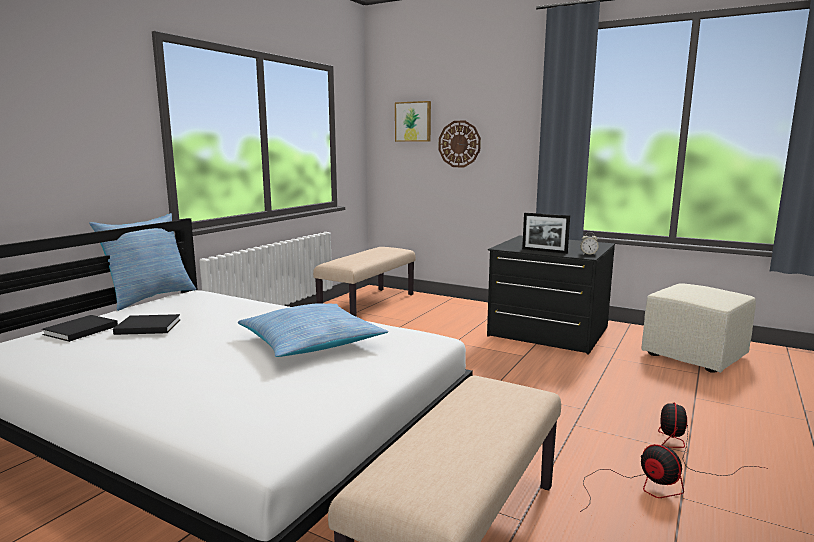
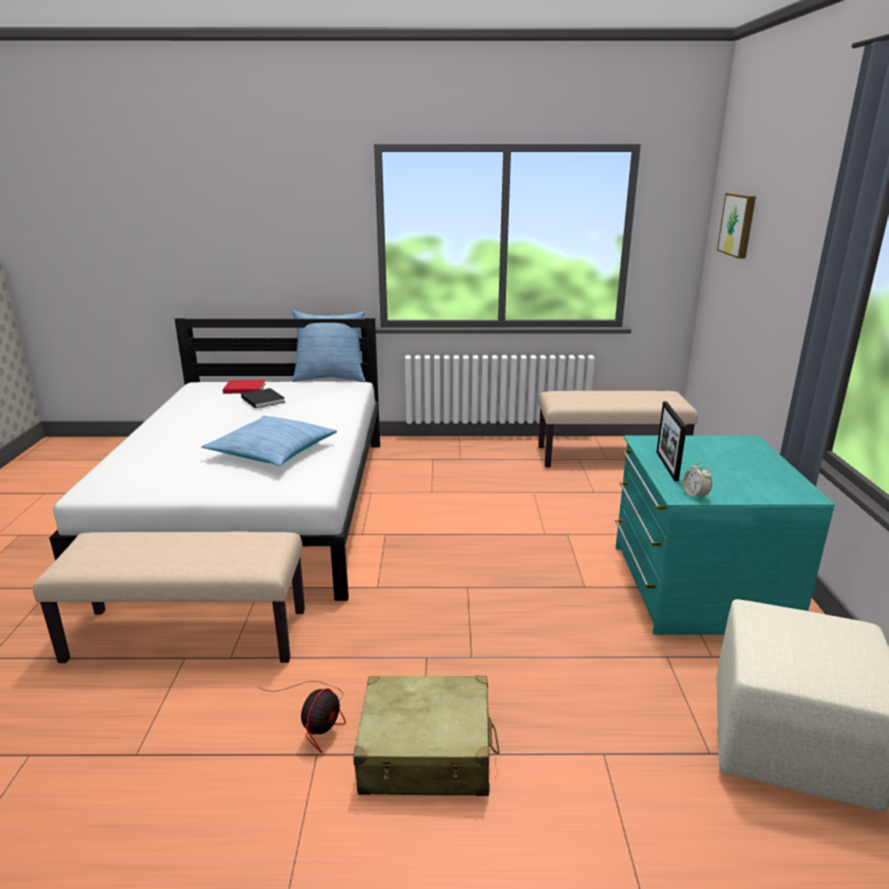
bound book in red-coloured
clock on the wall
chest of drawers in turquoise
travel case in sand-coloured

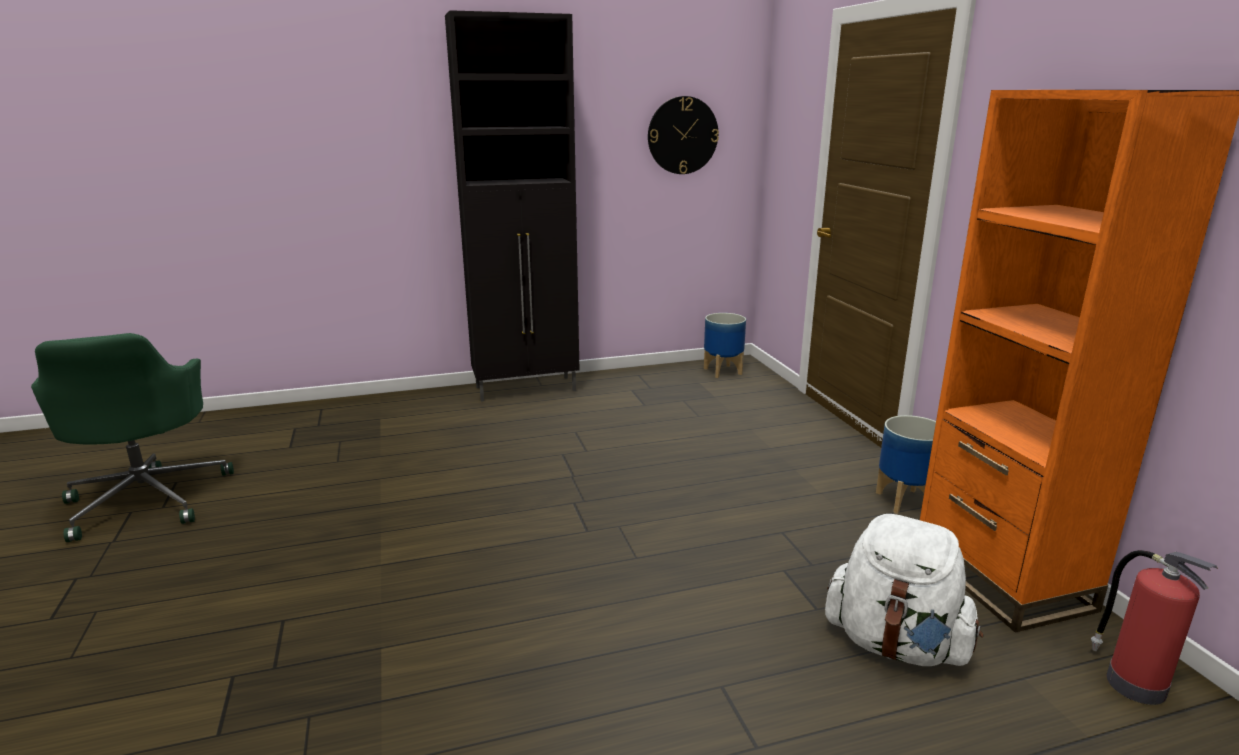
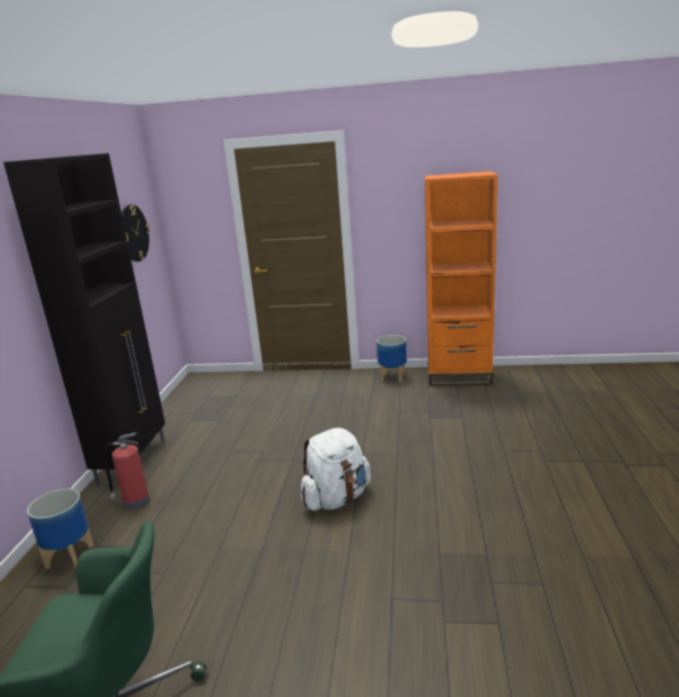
plant pot (1st from left)
backpack in whitish
fire-fighting cylinder

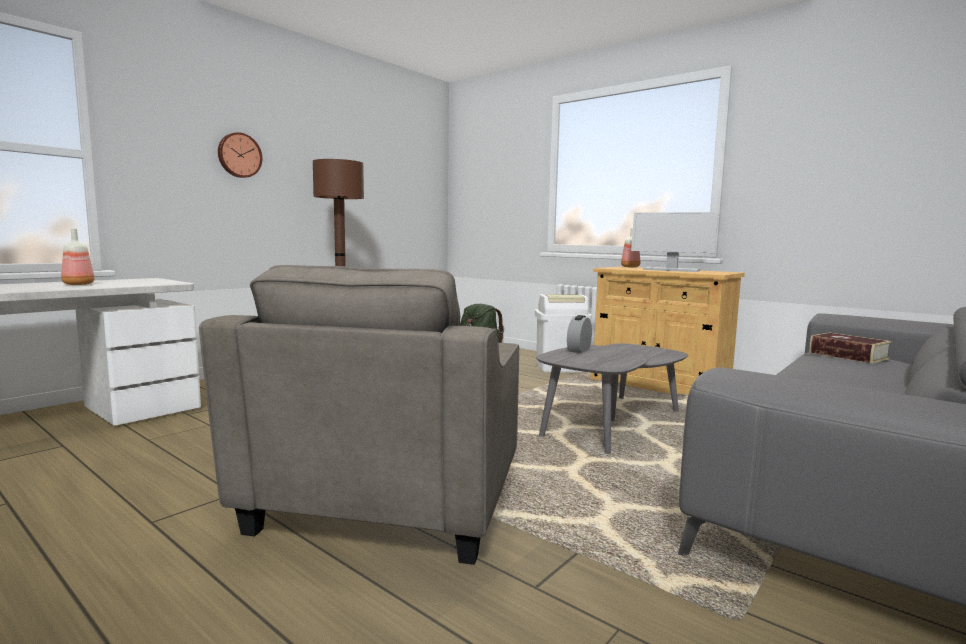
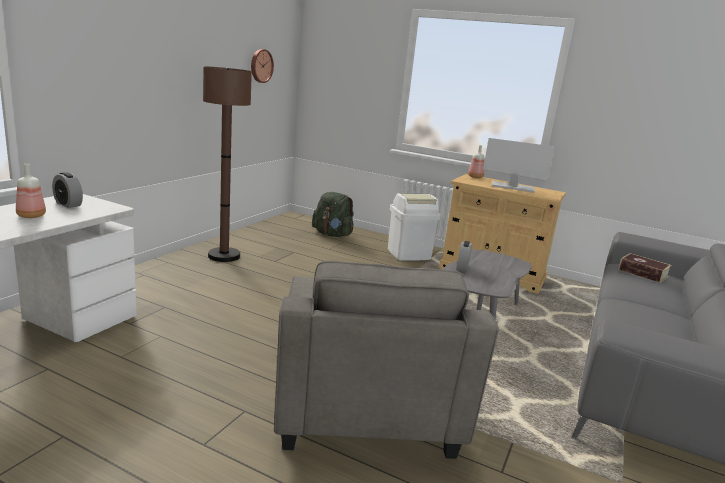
clock on the wall
alarm clock (1st from left)

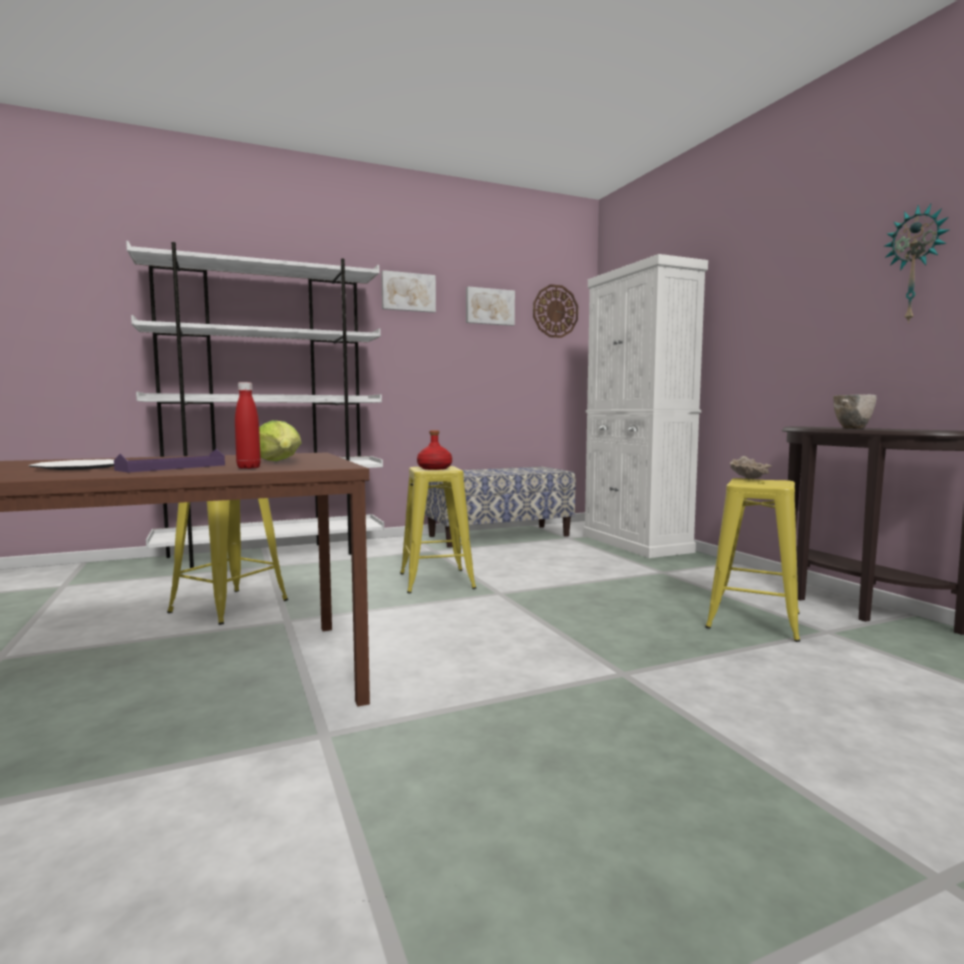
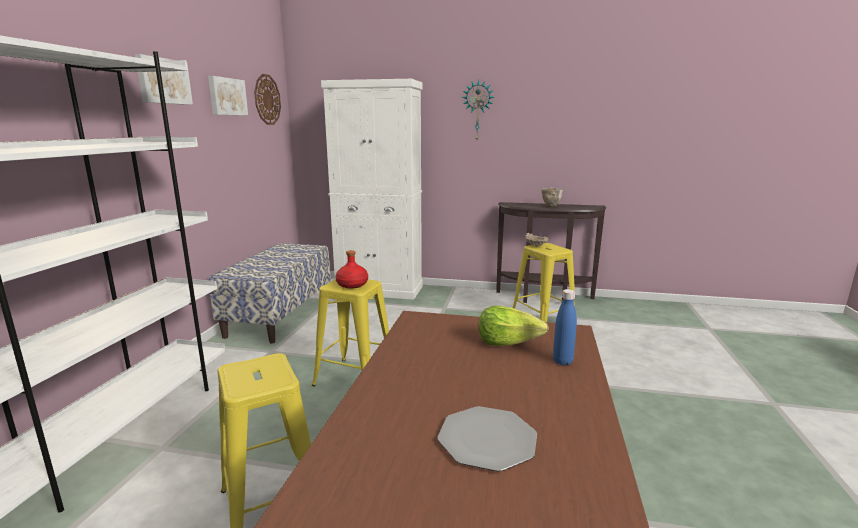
serving tray in purplish
drink bottle in blue-coloured
clock on the wall (2nd from left)

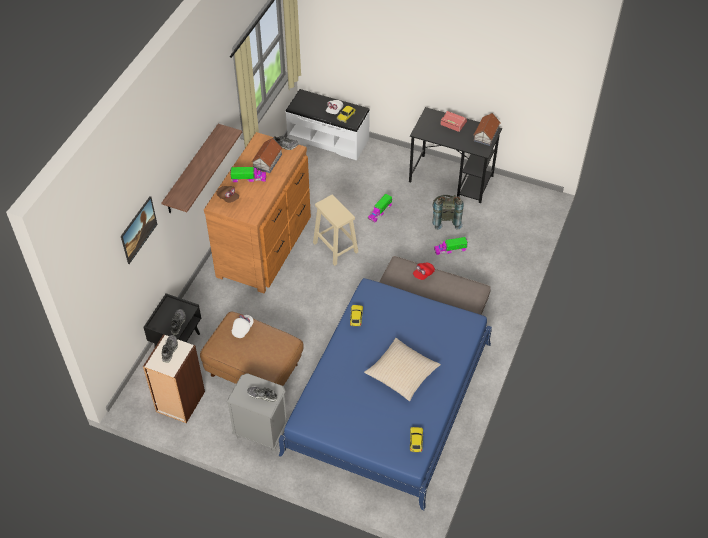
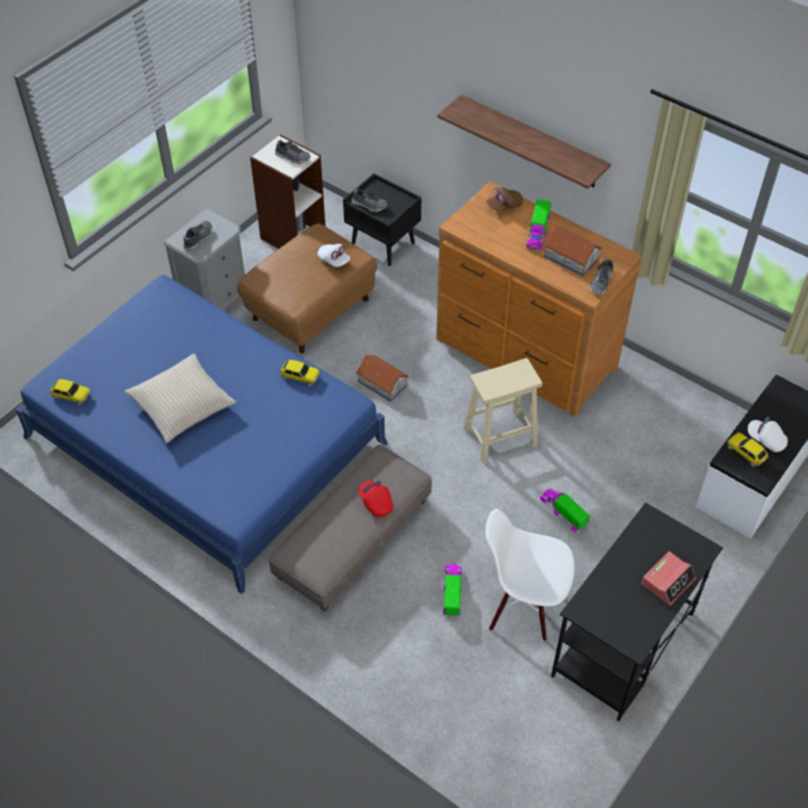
picture
plain chair in whitish
miniature house (1st from left)

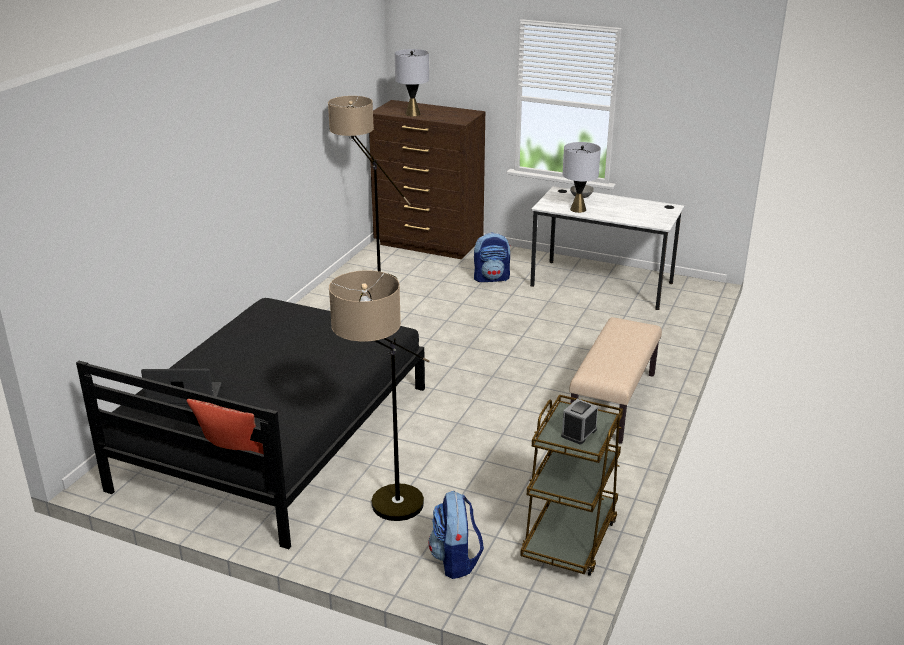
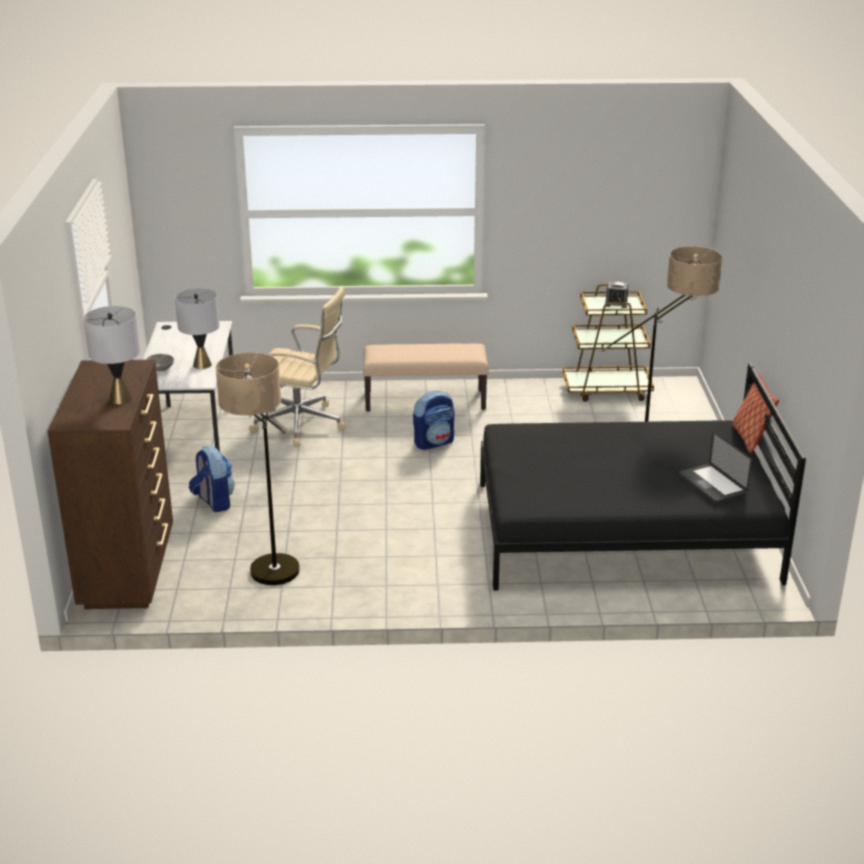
backpack (2nd from left)
desk chair in sand-coloured

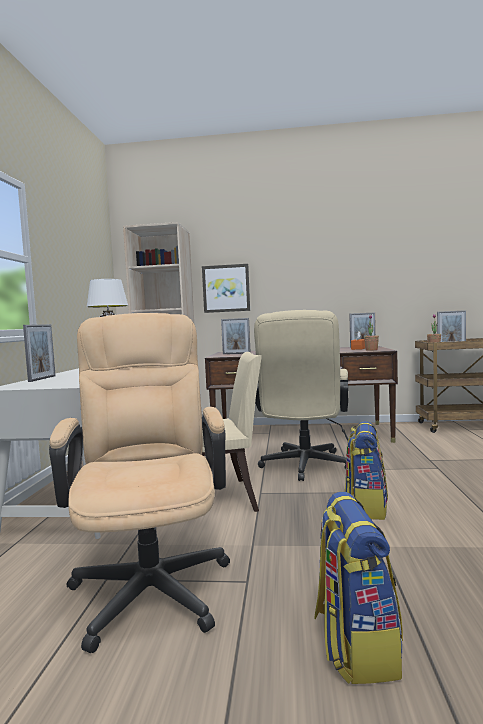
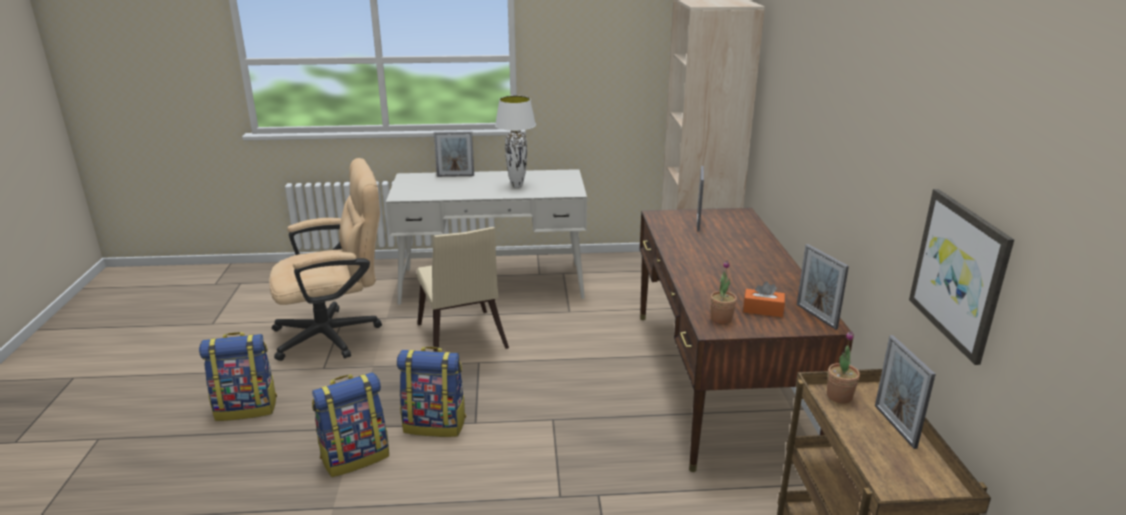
picture
desk chair in sand-coloured (2nd from left in the first image)
backpack (2nd from left)

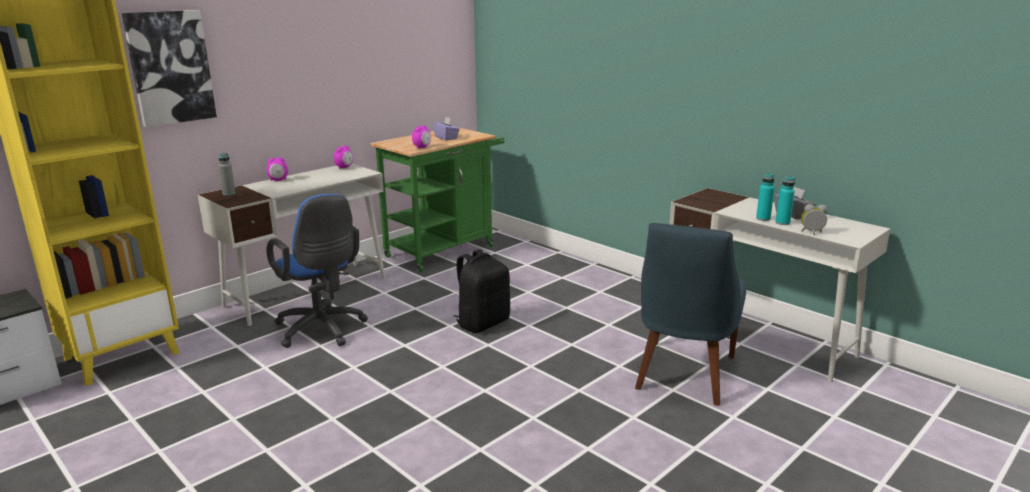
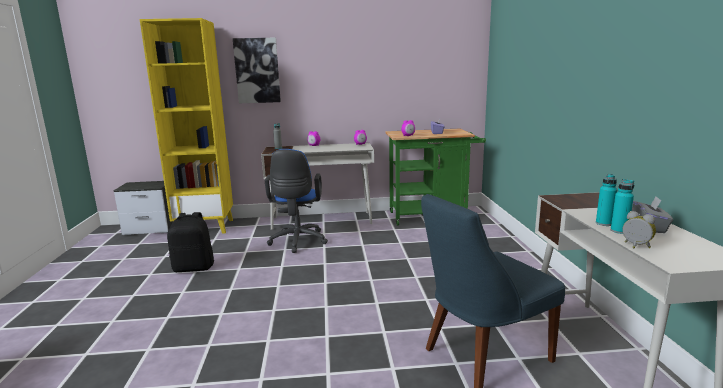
backpack in black-coloured

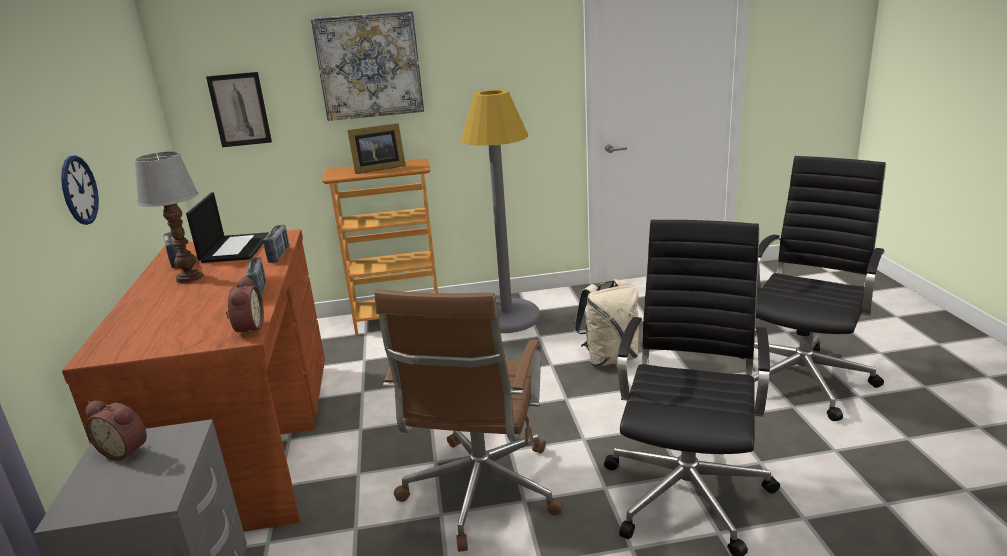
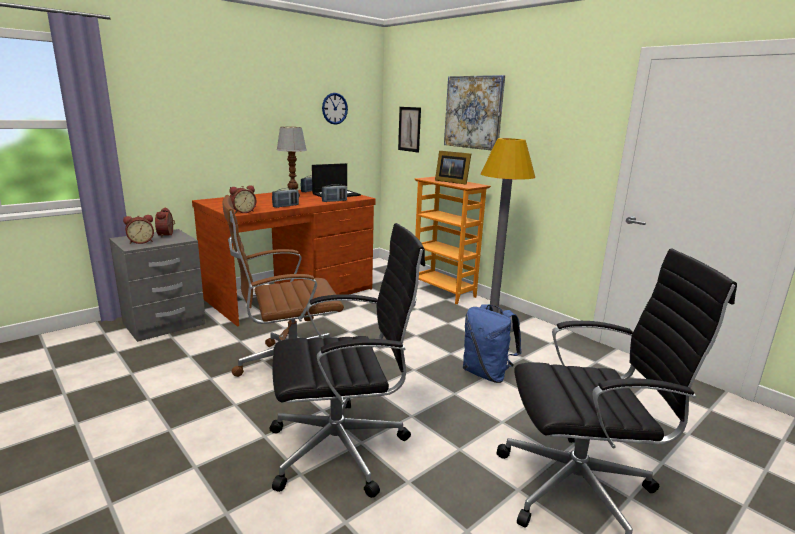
clock on the wall
backpack in blue-coloured
alarm clock (1st from left)

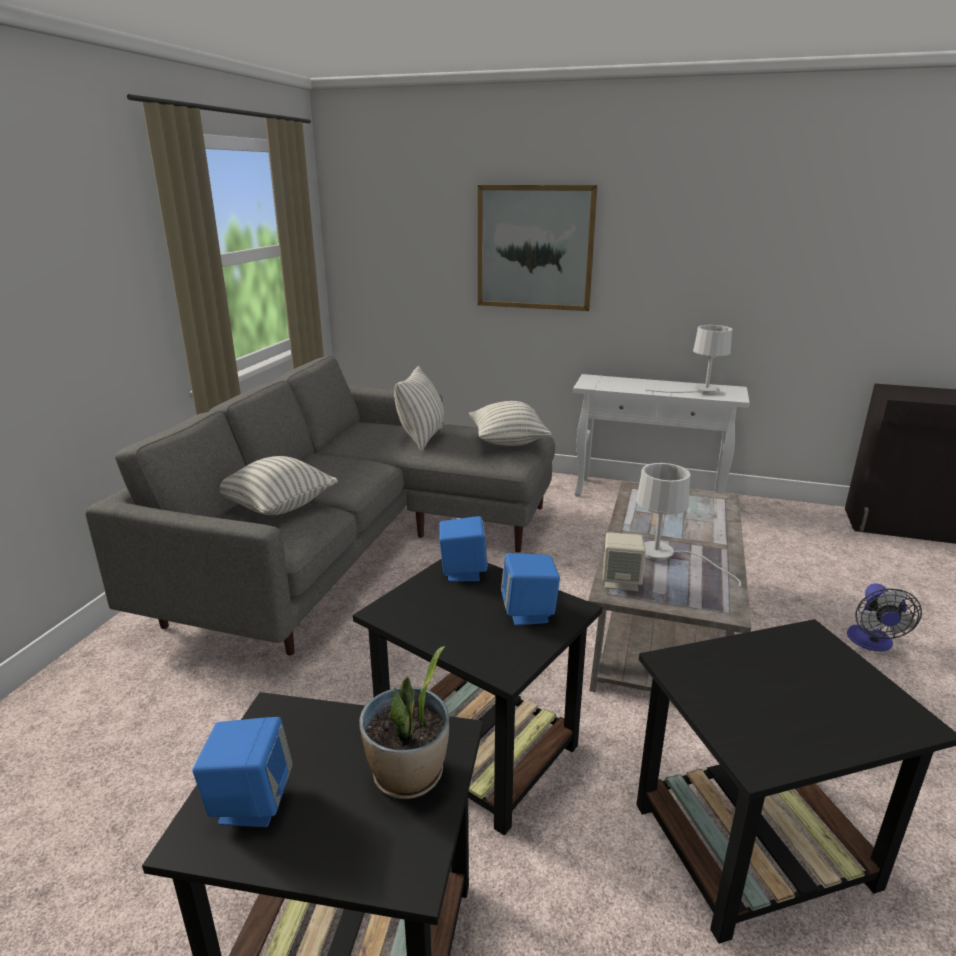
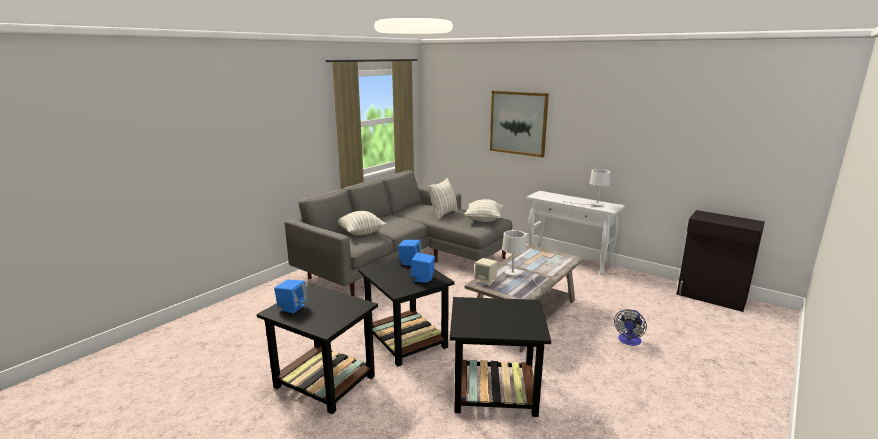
plant in a pot

